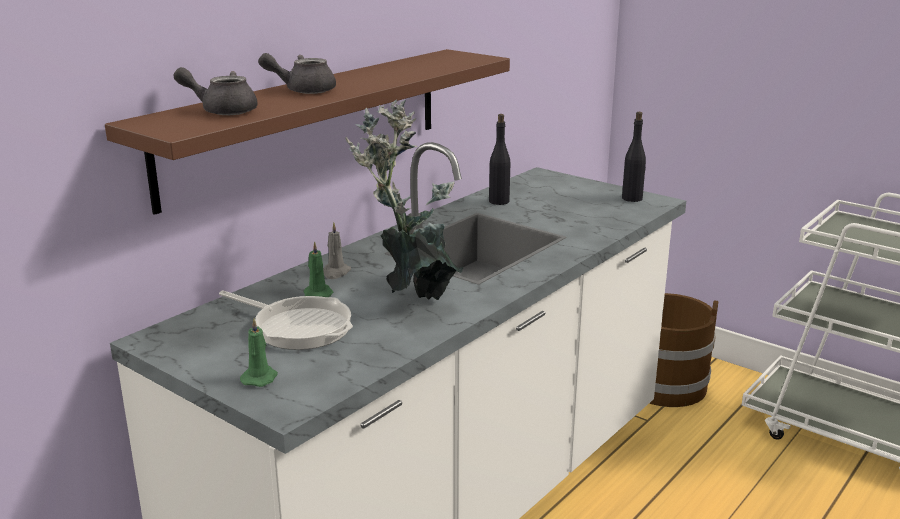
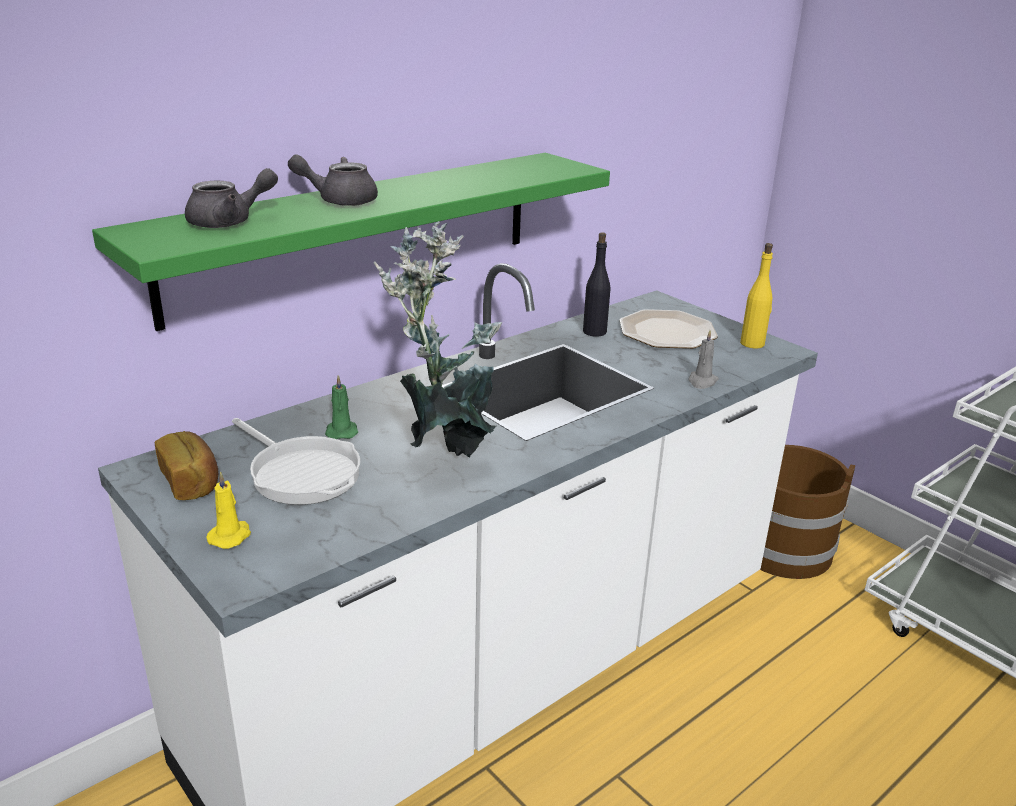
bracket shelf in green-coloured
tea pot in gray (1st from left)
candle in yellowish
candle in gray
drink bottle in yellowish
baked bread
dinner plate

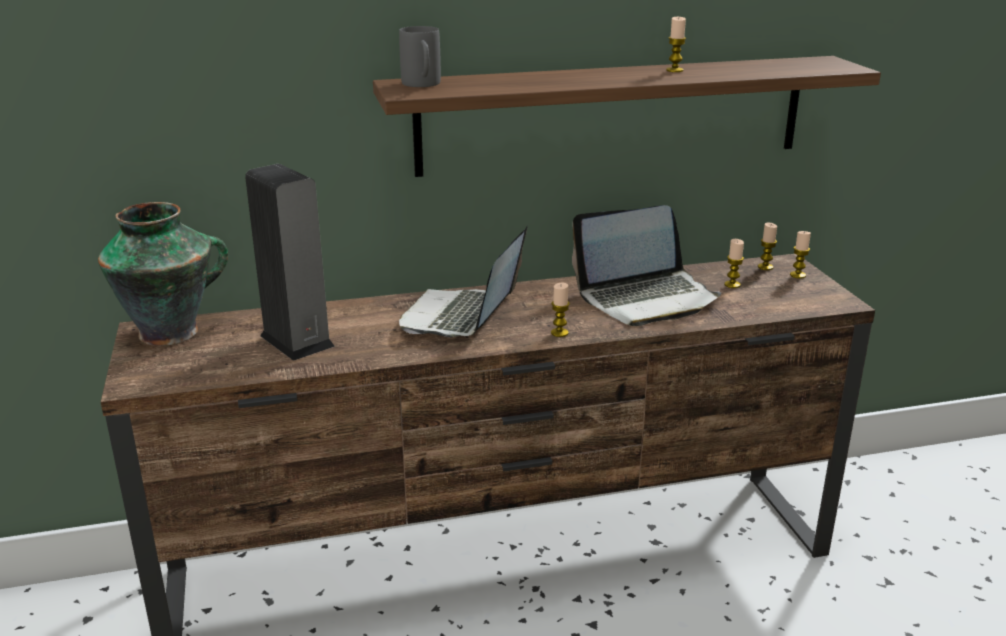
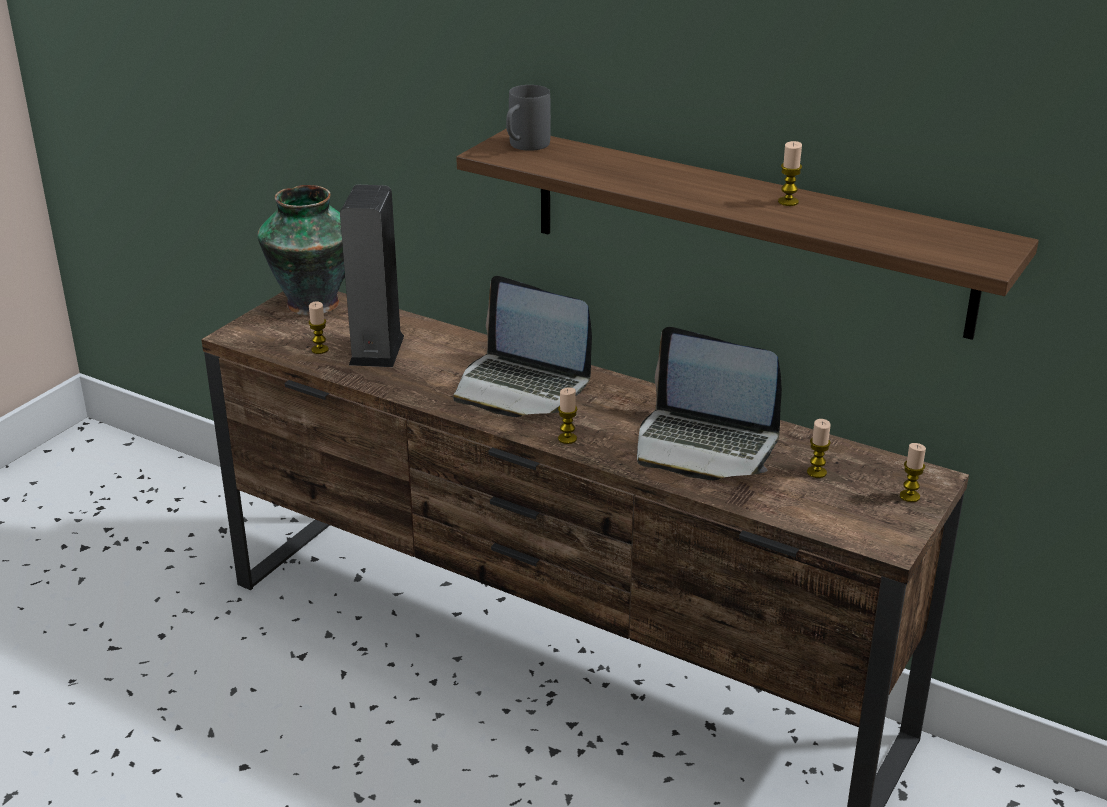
laptop (1st from left)
candle (1st from left)

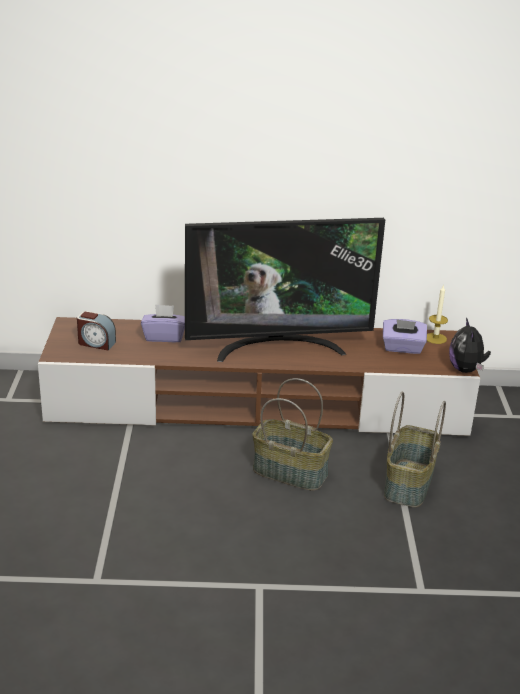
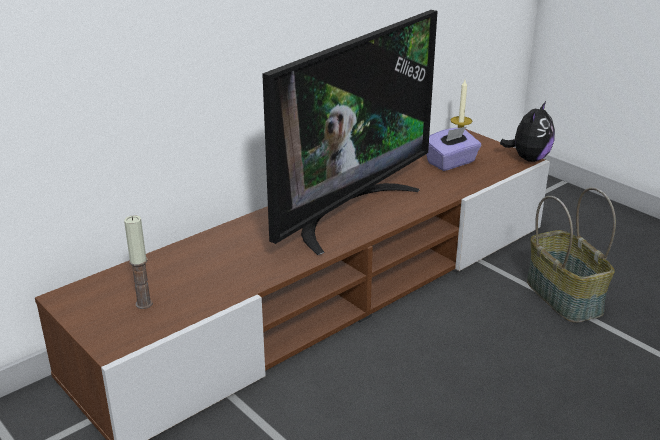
candle (1st from left)
tissue box in purplish (1st from left in the first image)
basket (1st from left in the first image)
soft toy

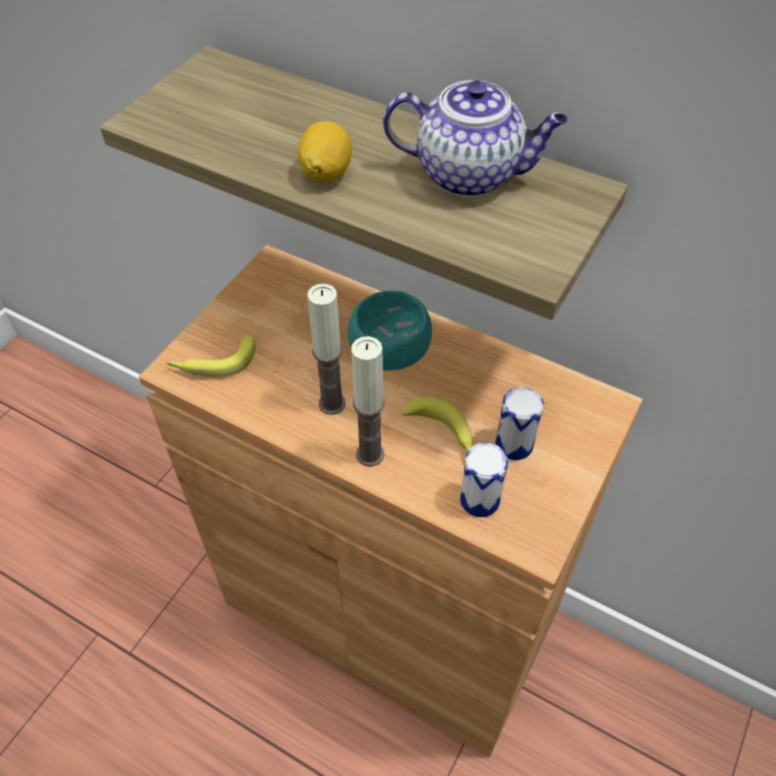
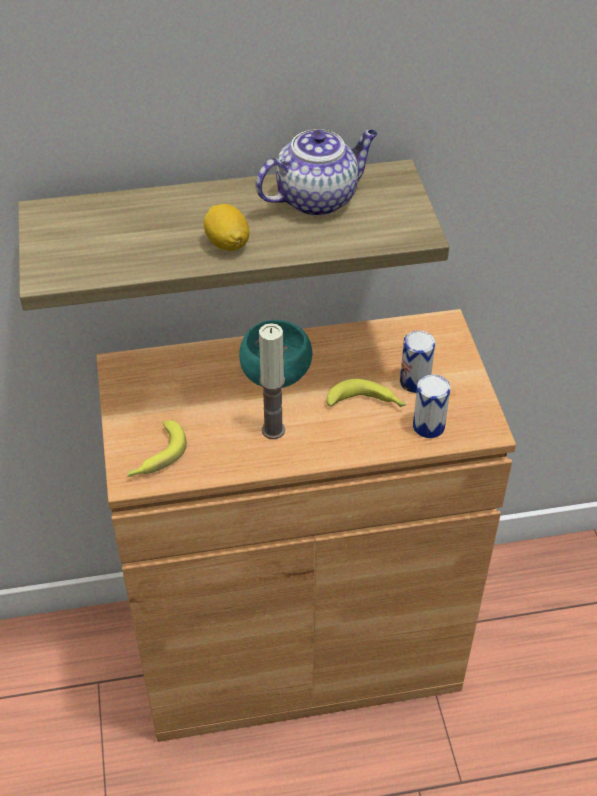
candle (2nd from left in the first image)

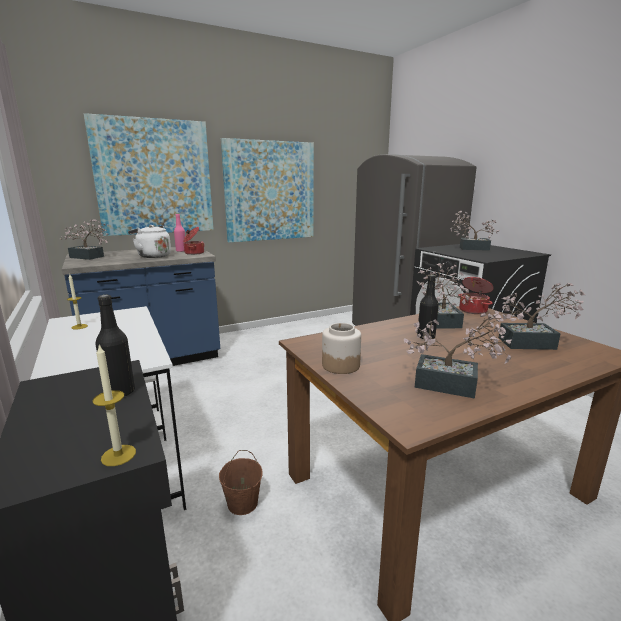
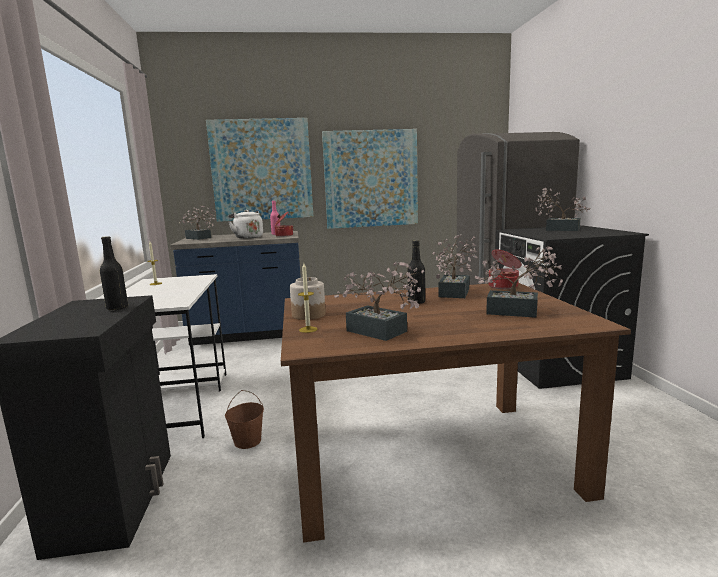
candle (2nd from left)

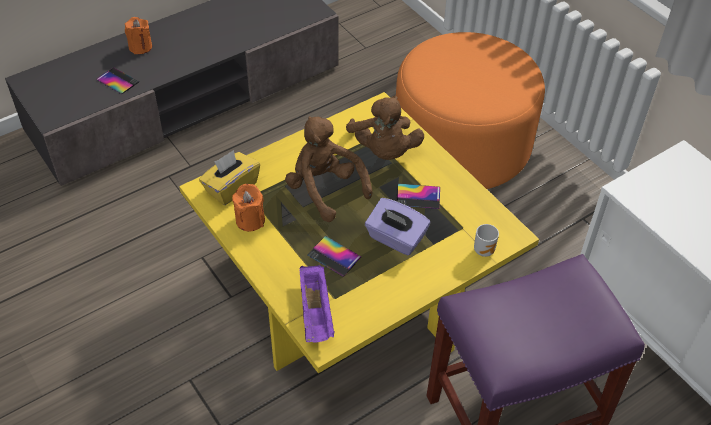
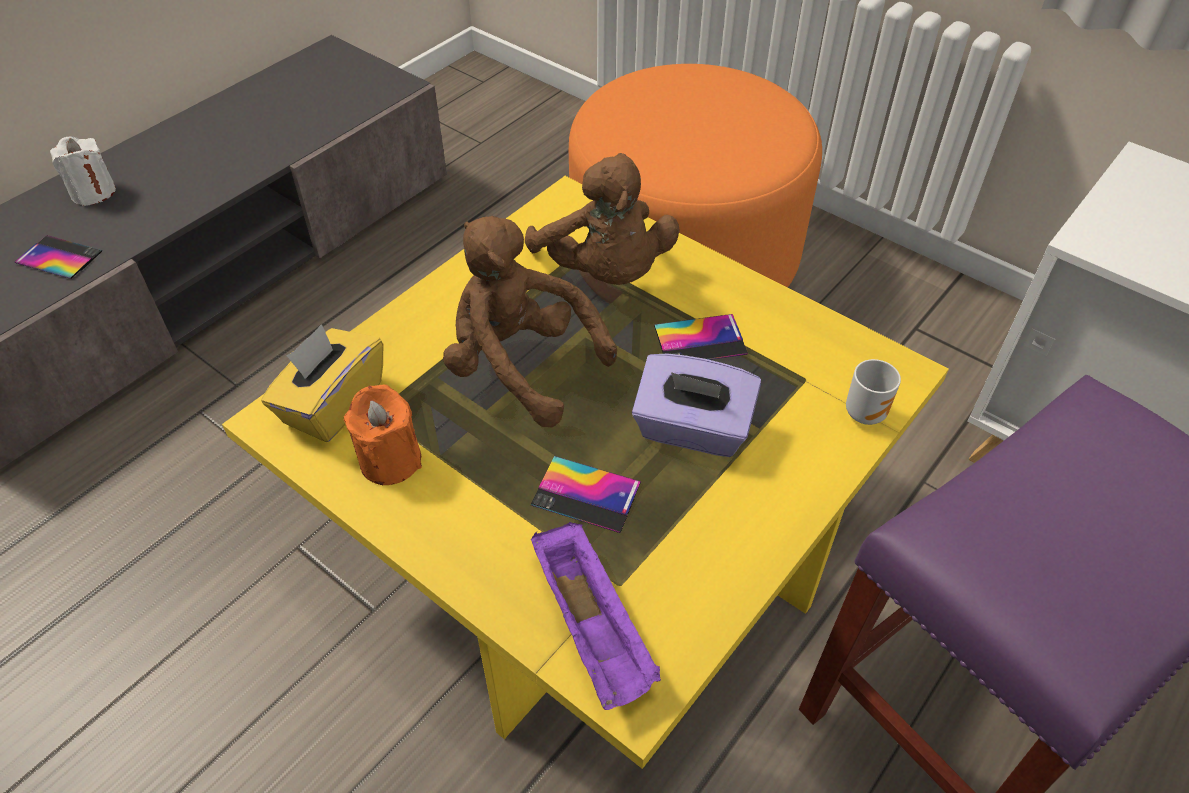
candle in whitish

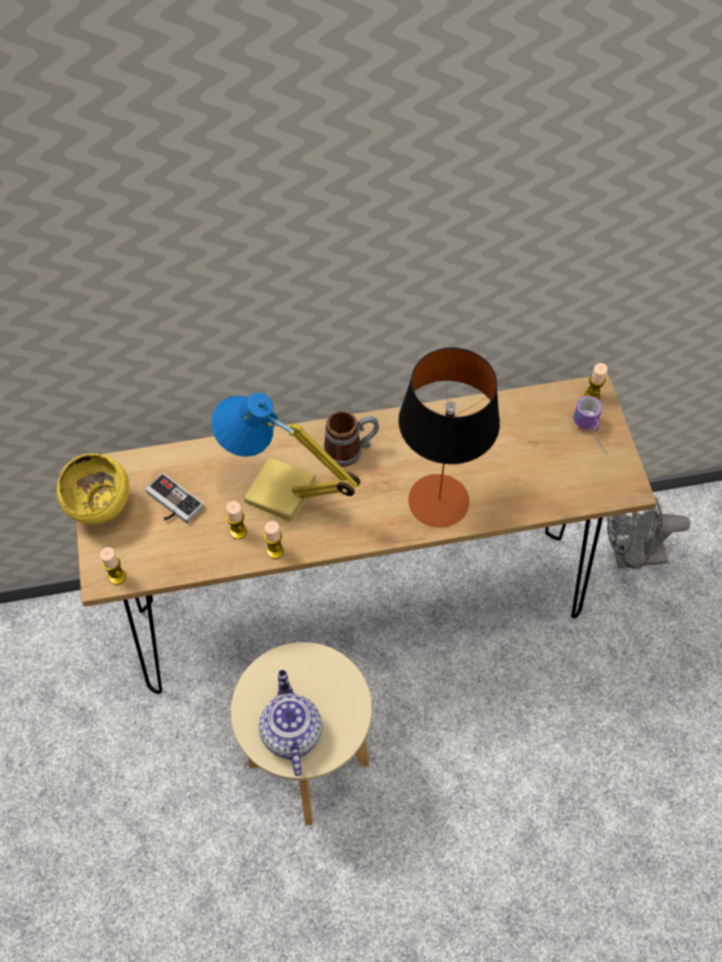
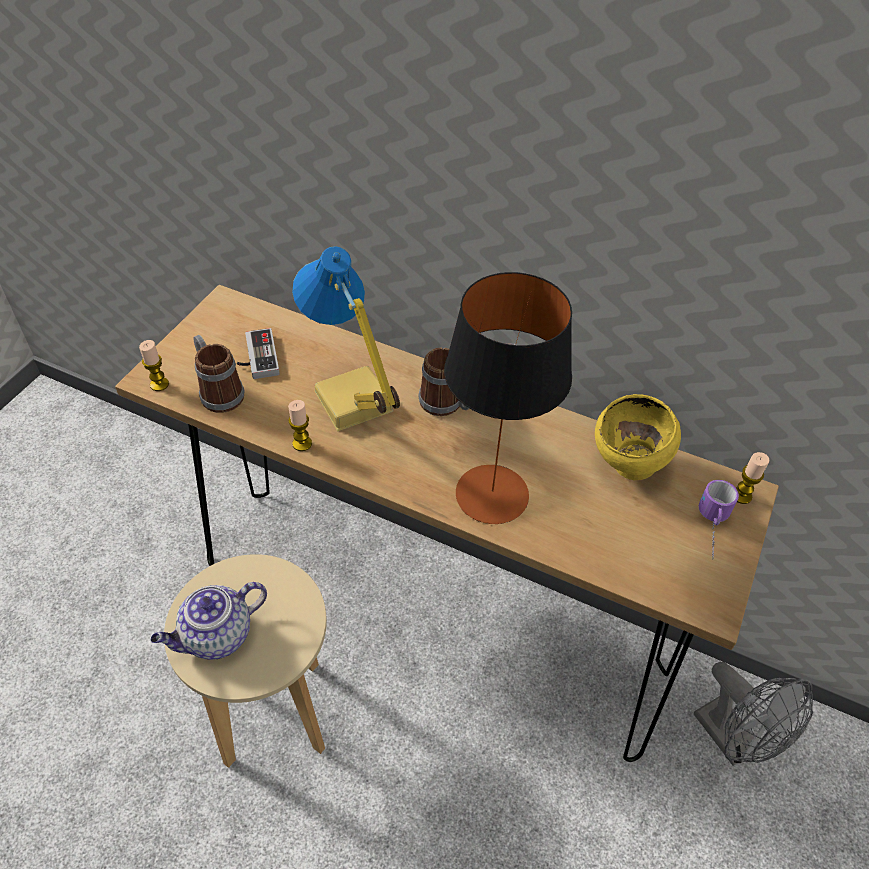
bowl in yellowish
candle (2nd from left in the first image)
tea pot
electric fan in gray
tea mug (1st from left)

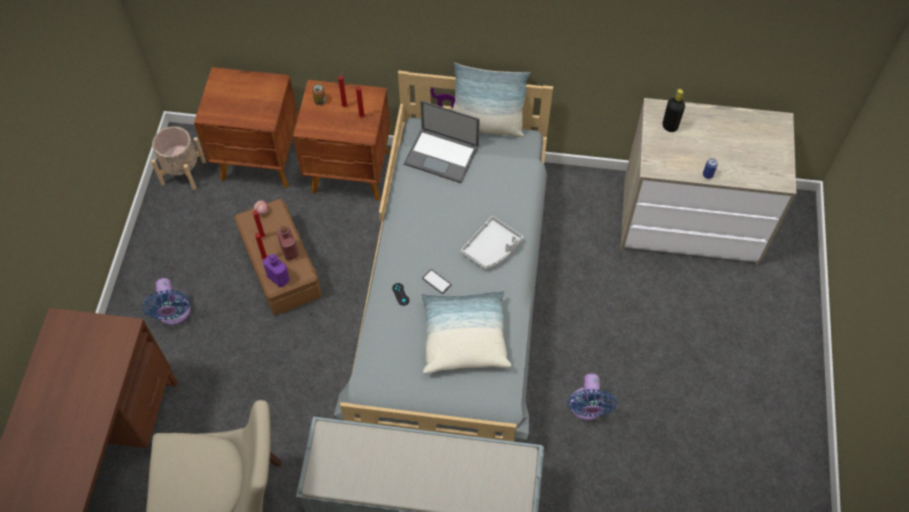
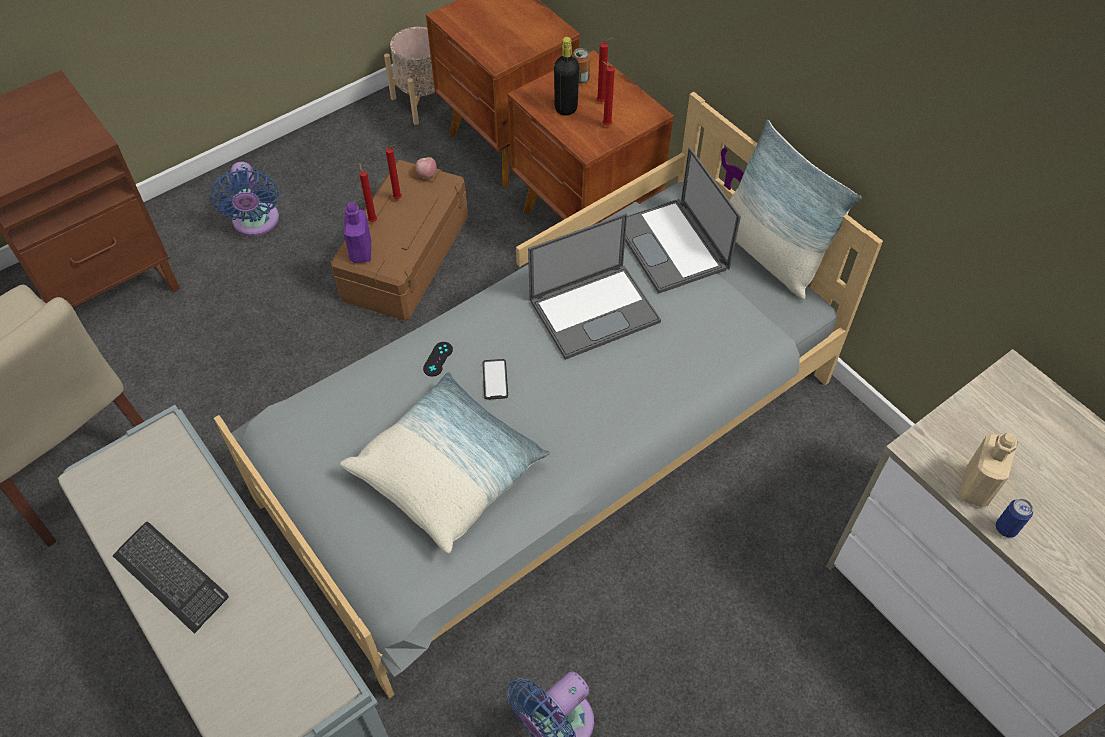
electric fan in blue-coloured (1st from left)
drink bottle in red-coloured
serving tray in gray
drink bottle in black-coloured
PC keyboard
laptop (1st from left)
drink bottle in sand-coloured

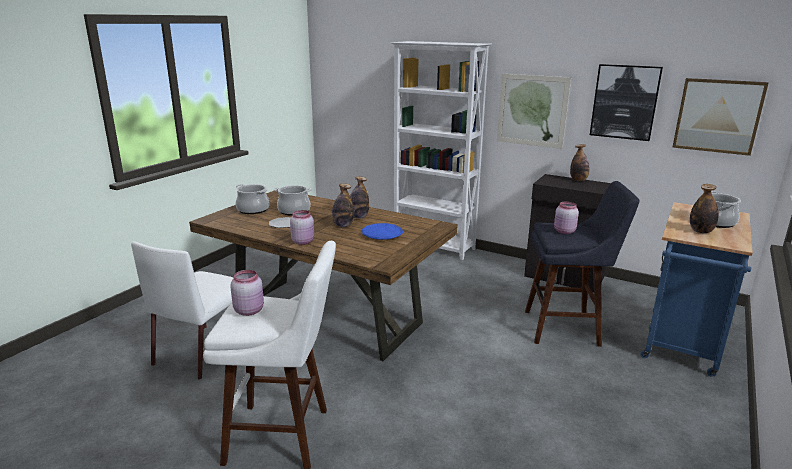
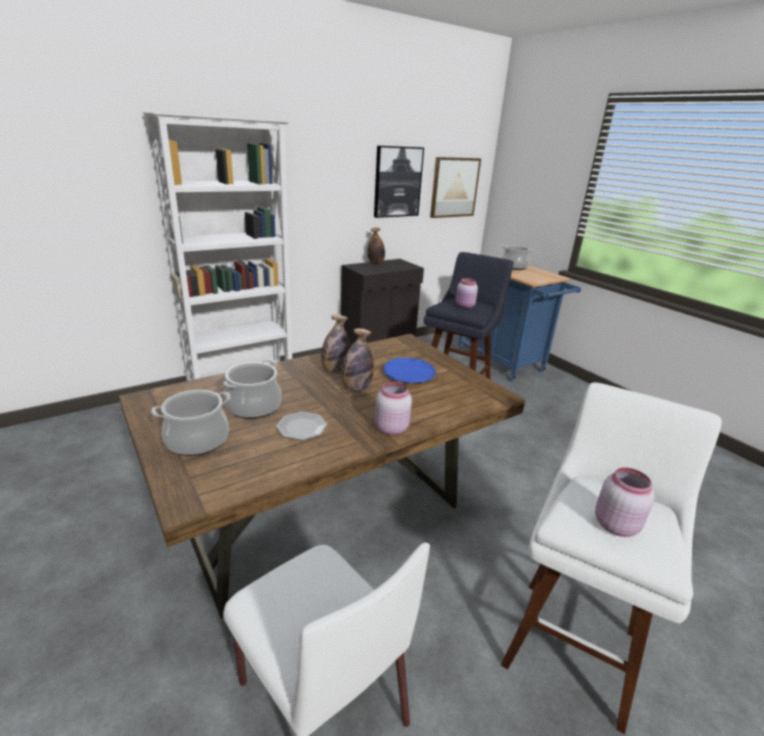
picture (1st from left in the first image)
drink bottle (4th from left in the first image)

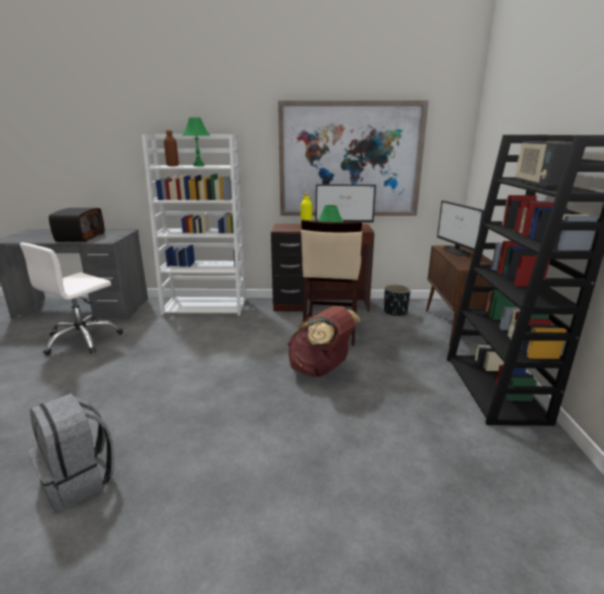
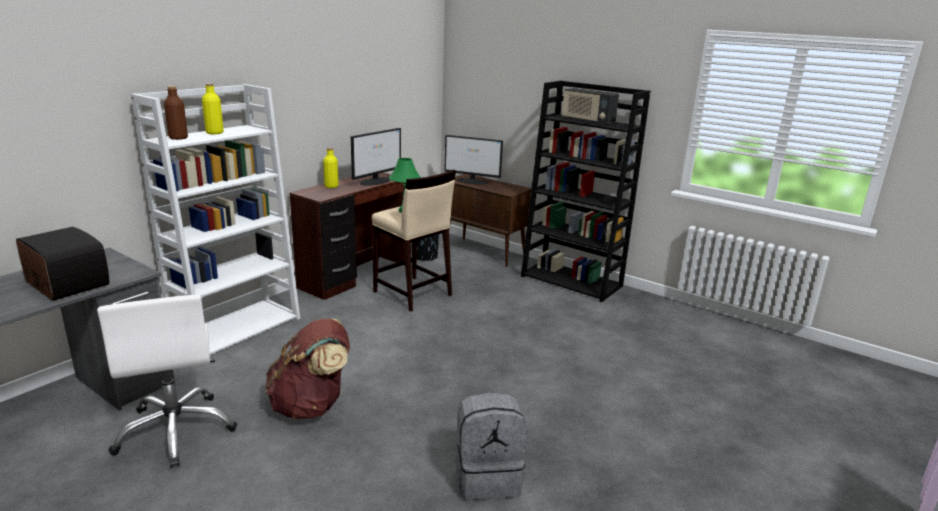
drink bottle in yellowish (1st from left)
picture
backpack in brownish

